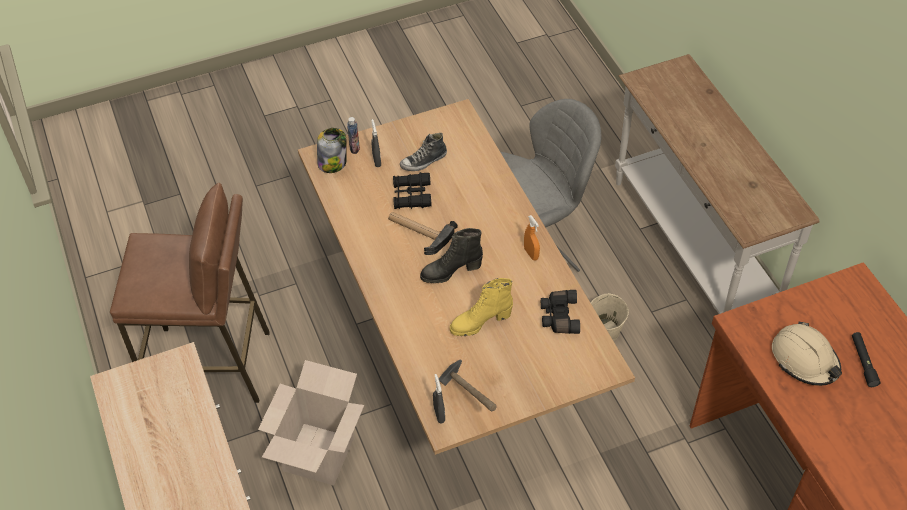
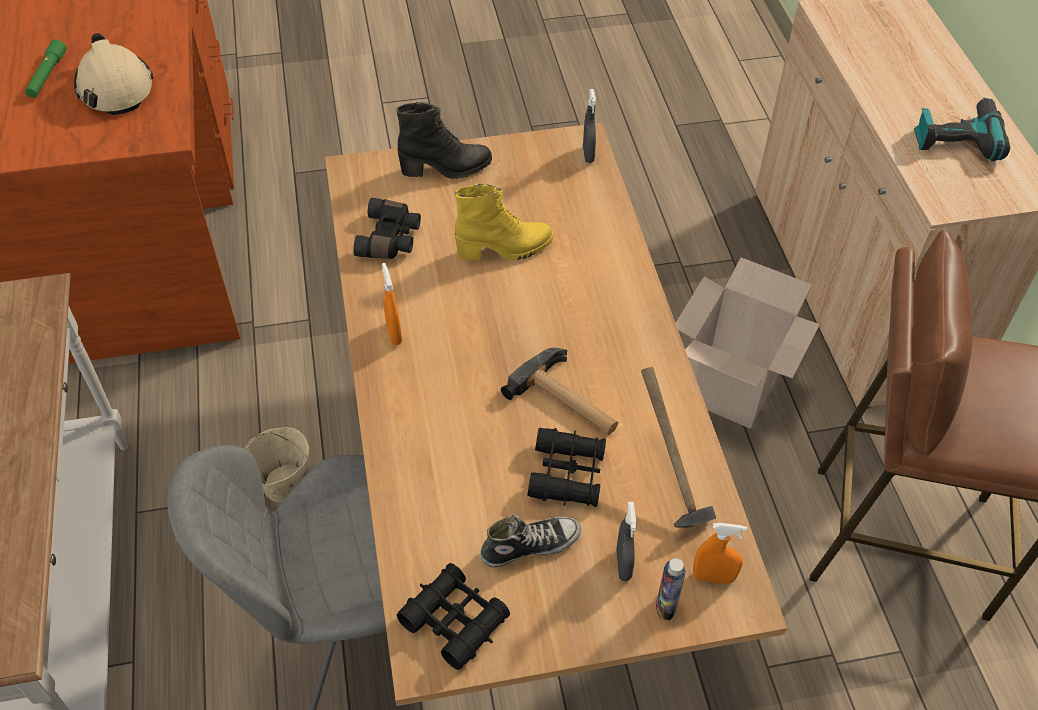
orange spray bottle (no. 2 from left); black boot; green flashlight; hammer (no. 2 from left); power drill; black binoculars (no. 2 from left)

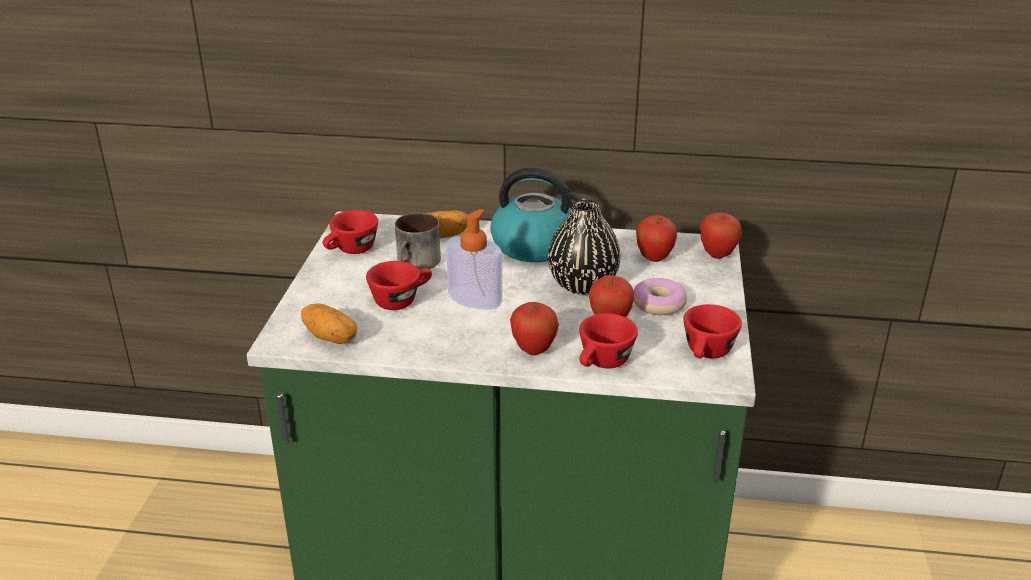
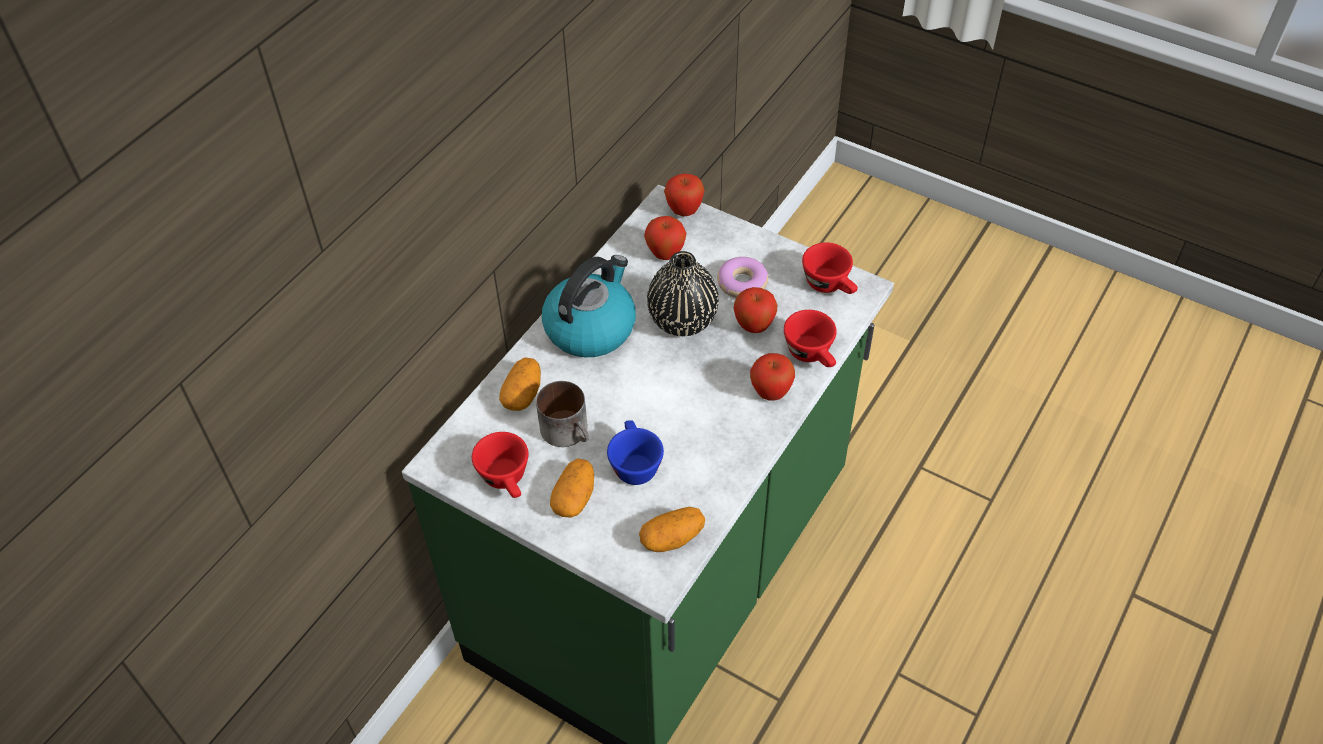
soap dispenser; blue cup; potato (no. 2 from left)

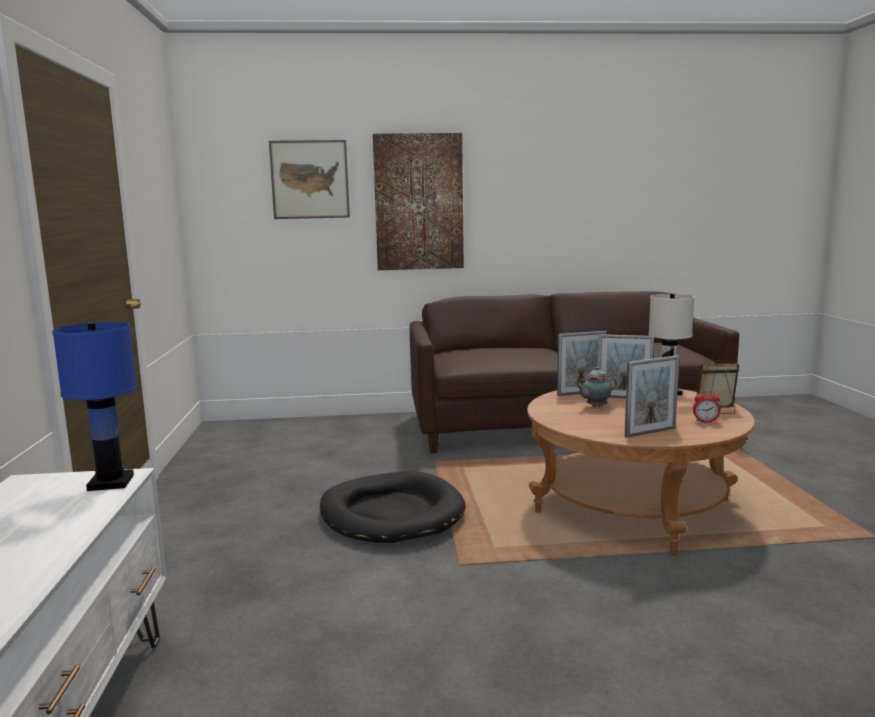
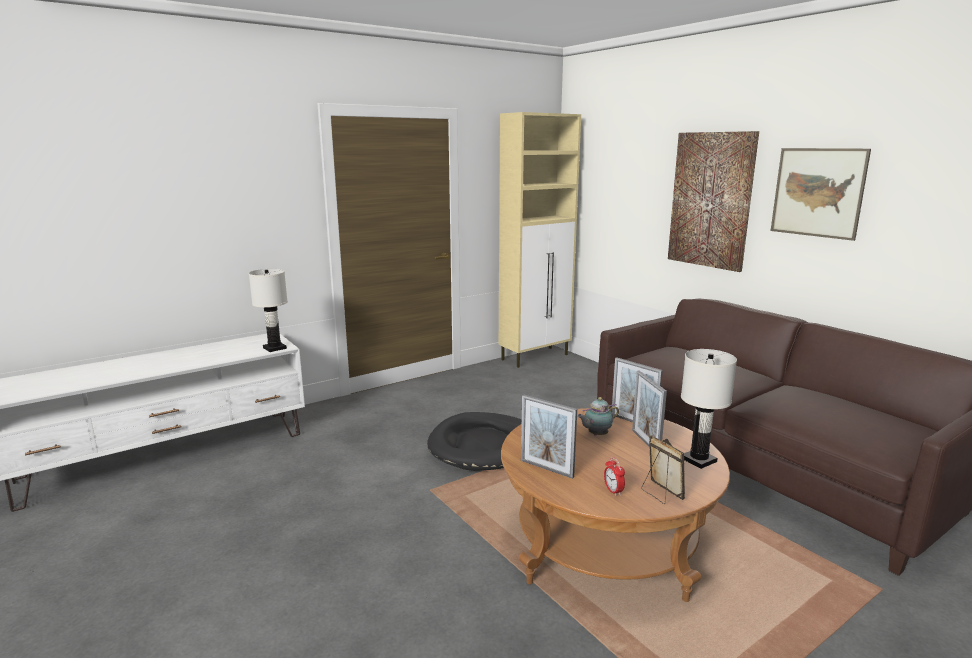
picture (no. 2 from left); white table lamp (no. 1 from left); teapot; beige cabinet

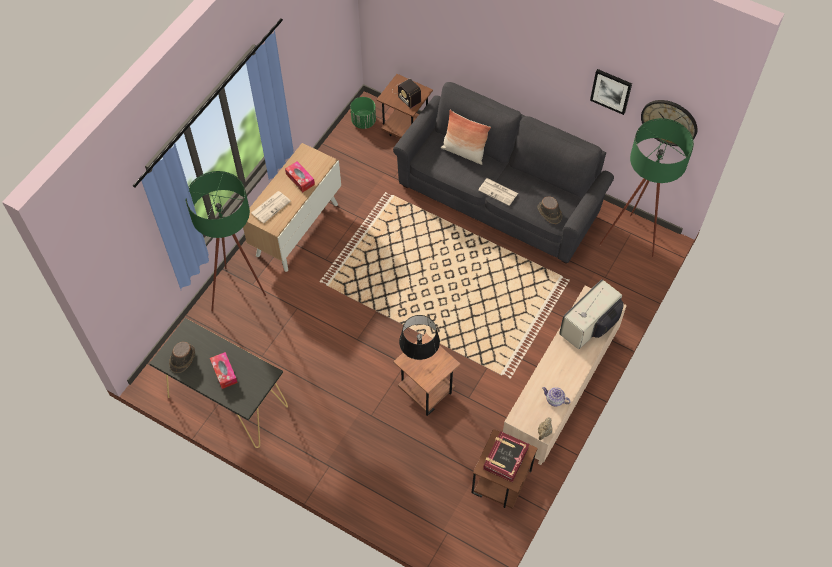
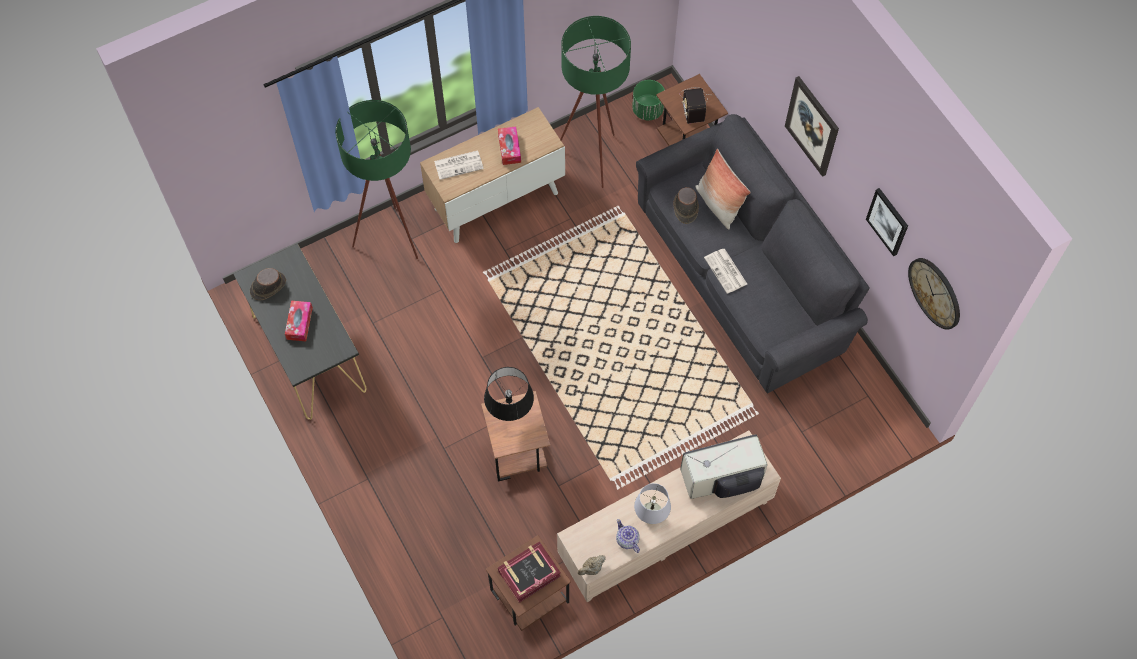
green floor lamp (no. 2 from left); brown hat (no. 2 from left); picture (no. 1 from left); white table lamp

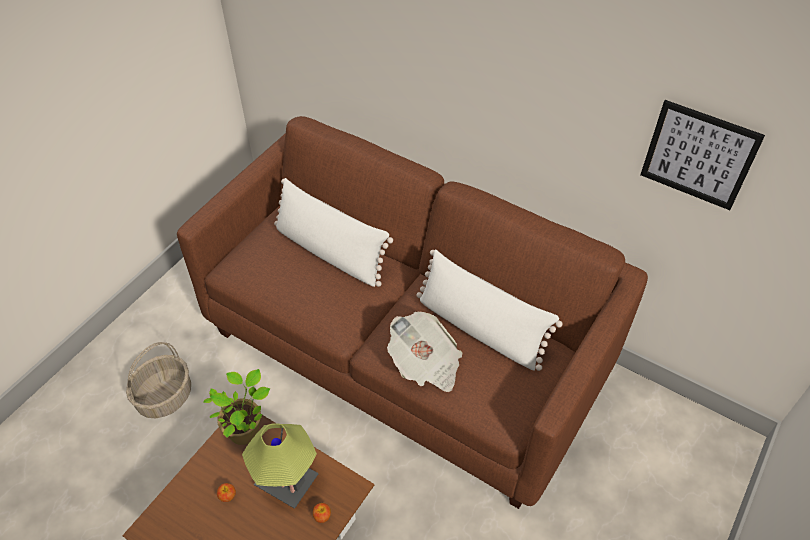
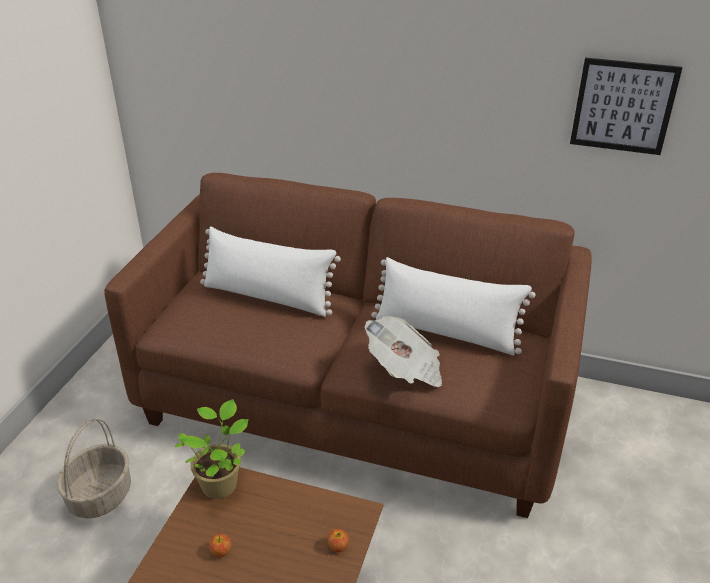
table lamp

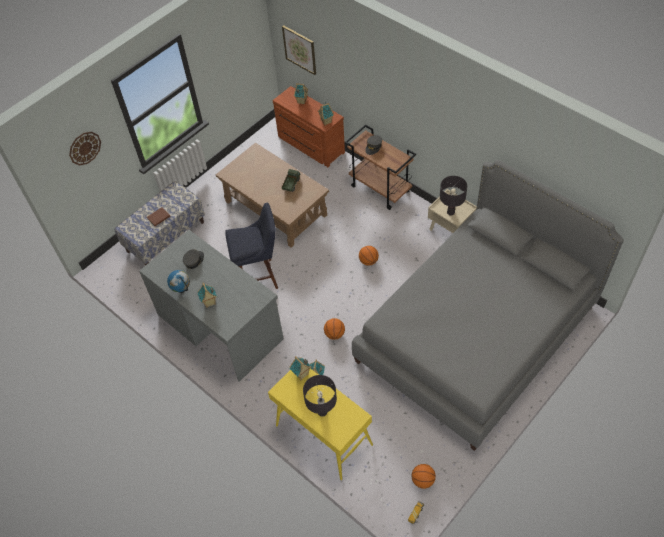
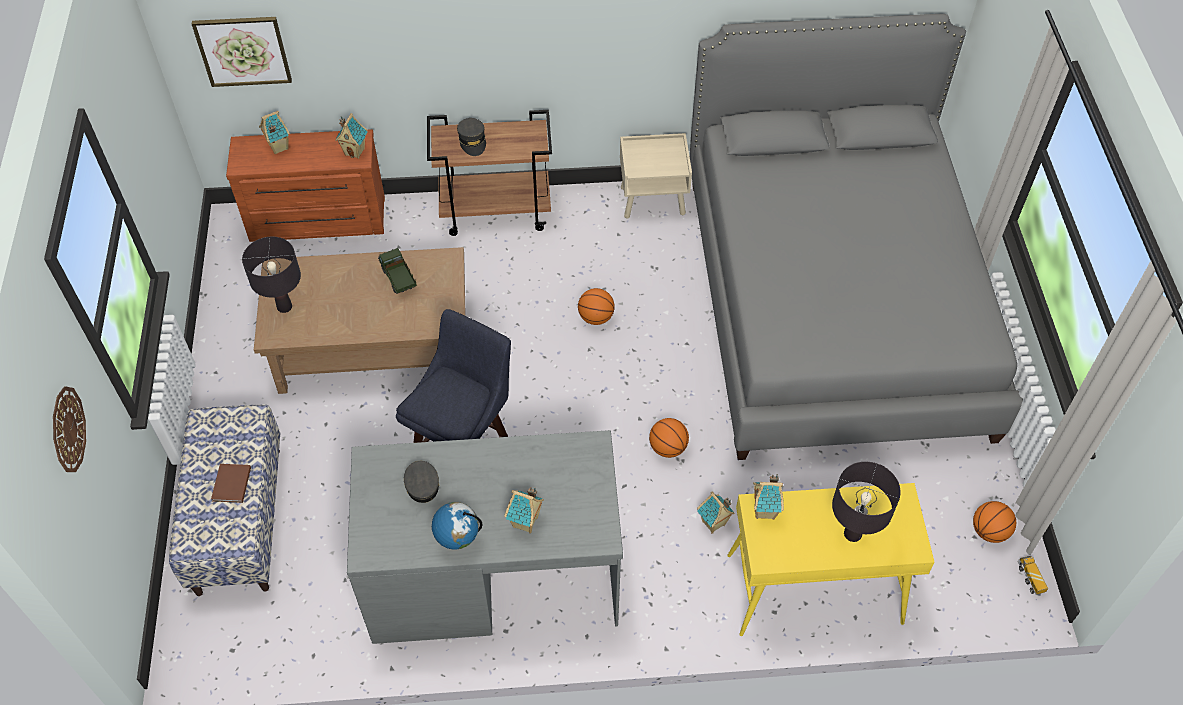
black table lamp (no. 1 from left)

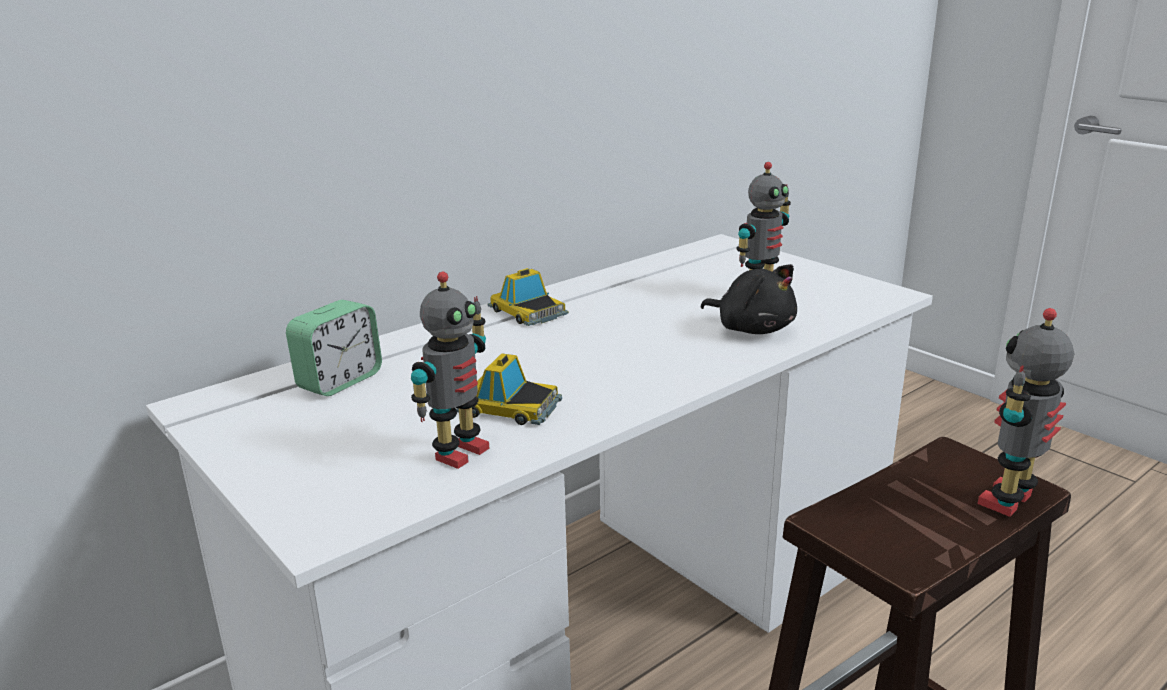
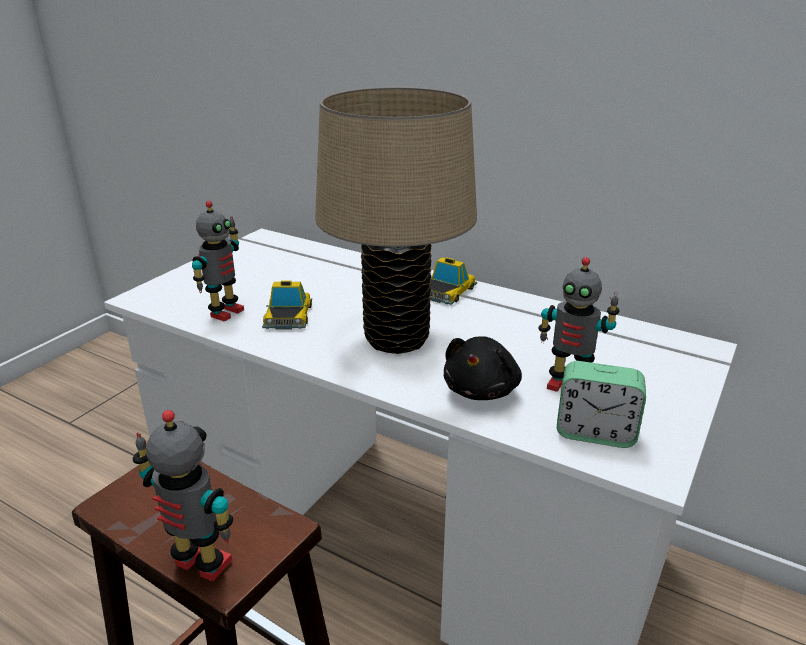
toy robot (no. 2 from left); alarm clock; beige table lamp

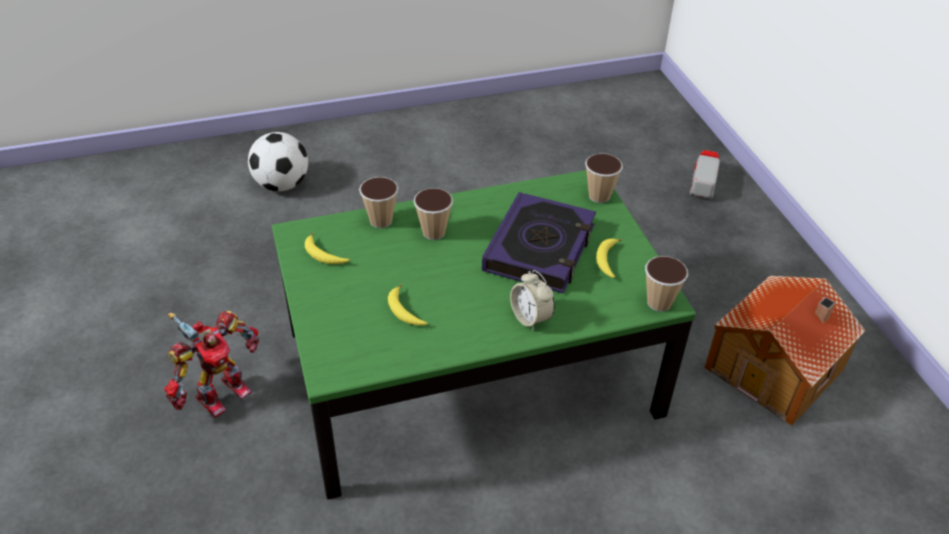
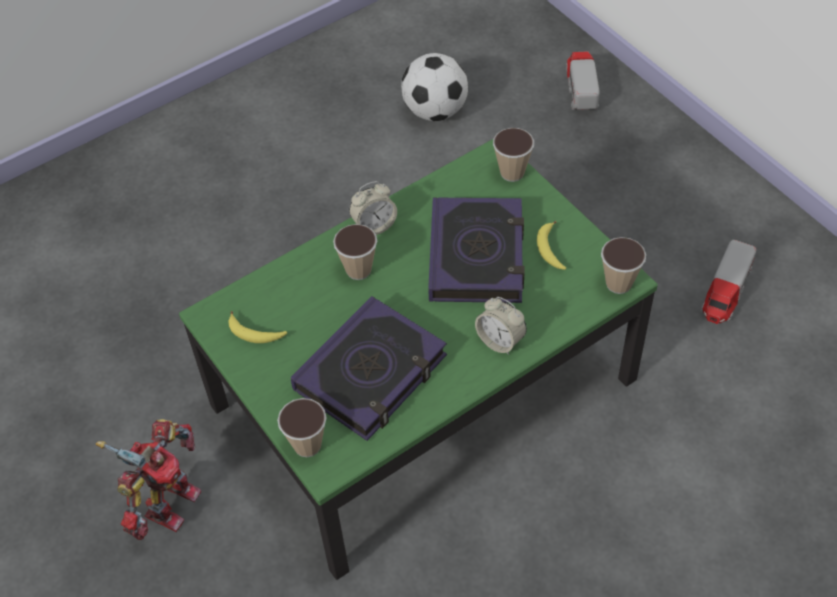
football; cup (no. 1 from left); toy truck (no. 2 from left); book (no. 1 from left); alarm clock (no. 1 from left)

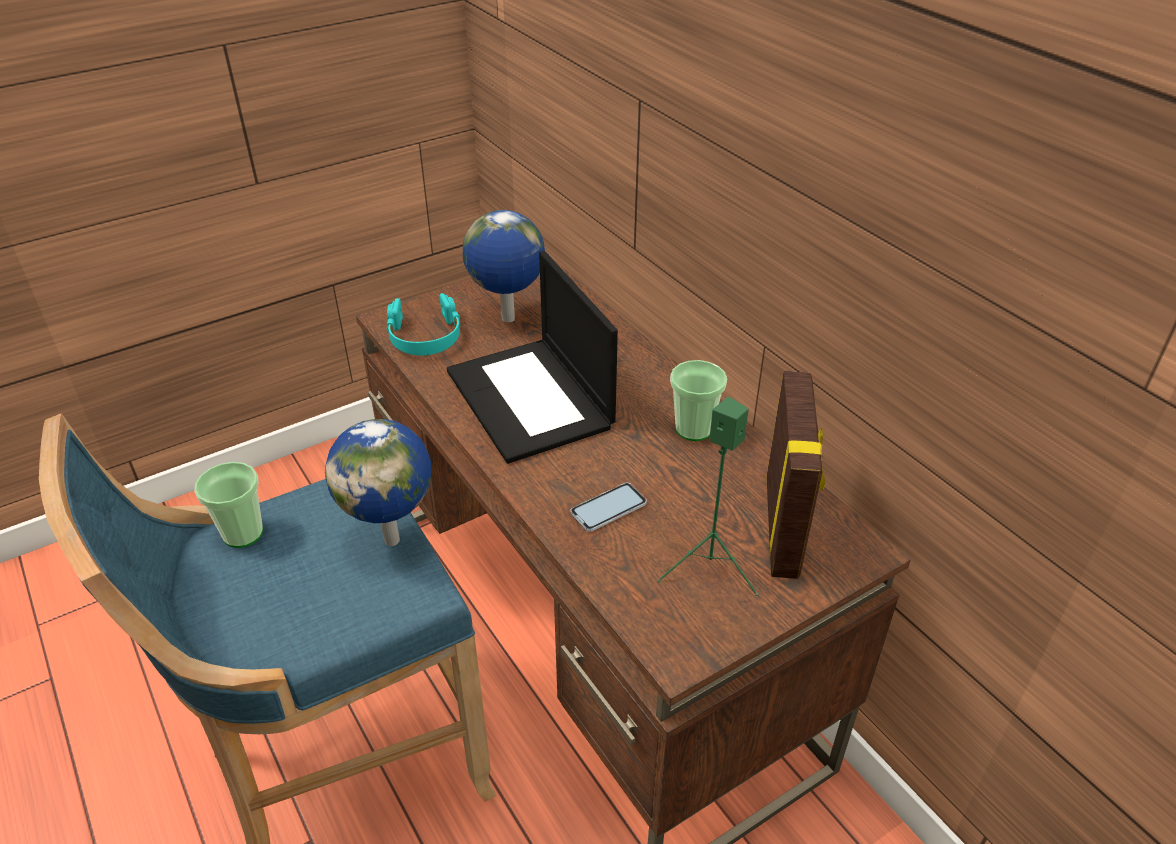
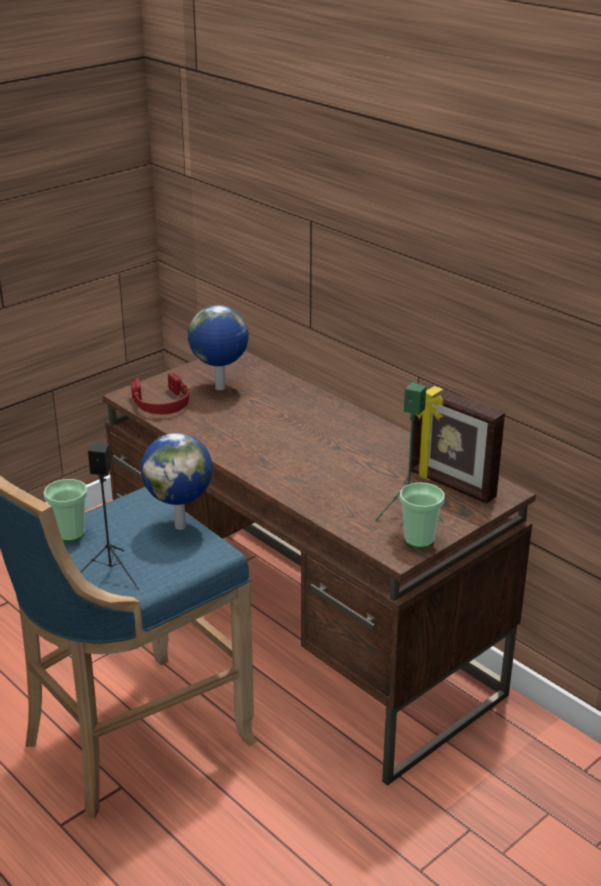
laptop; red headphones; cup (no. 2 from left); picture frame; phone; black speaker

